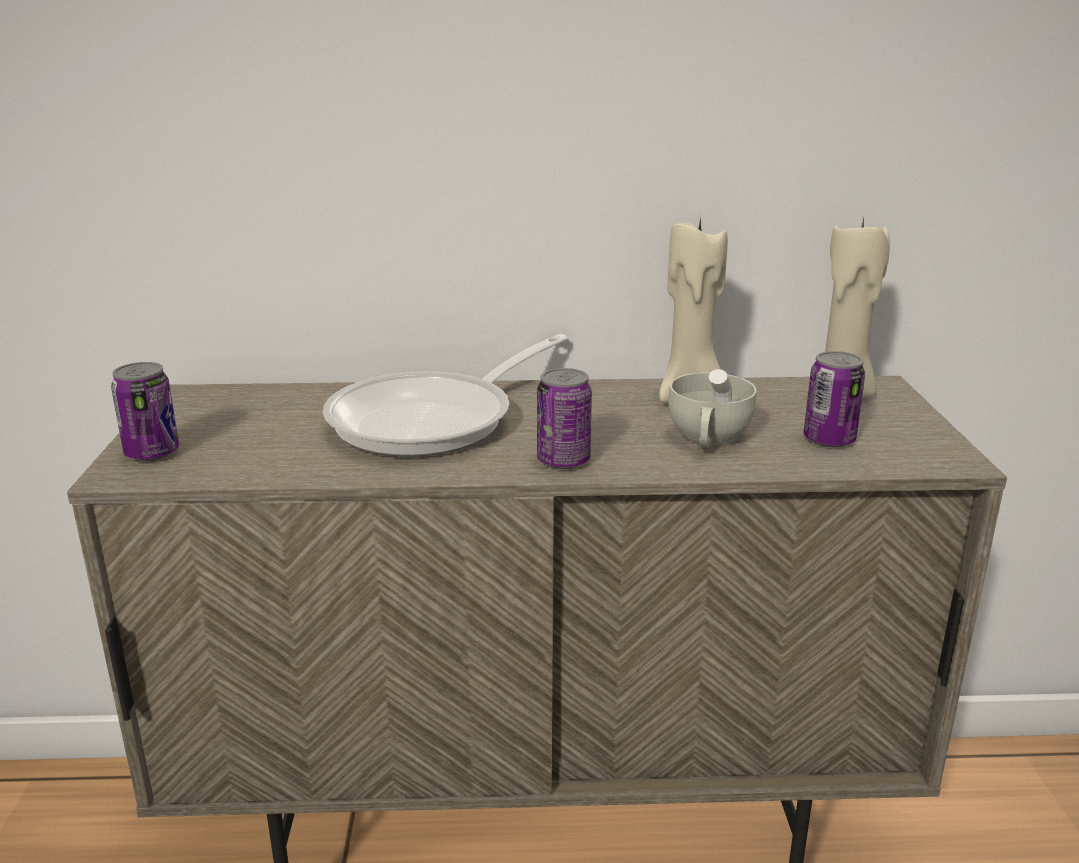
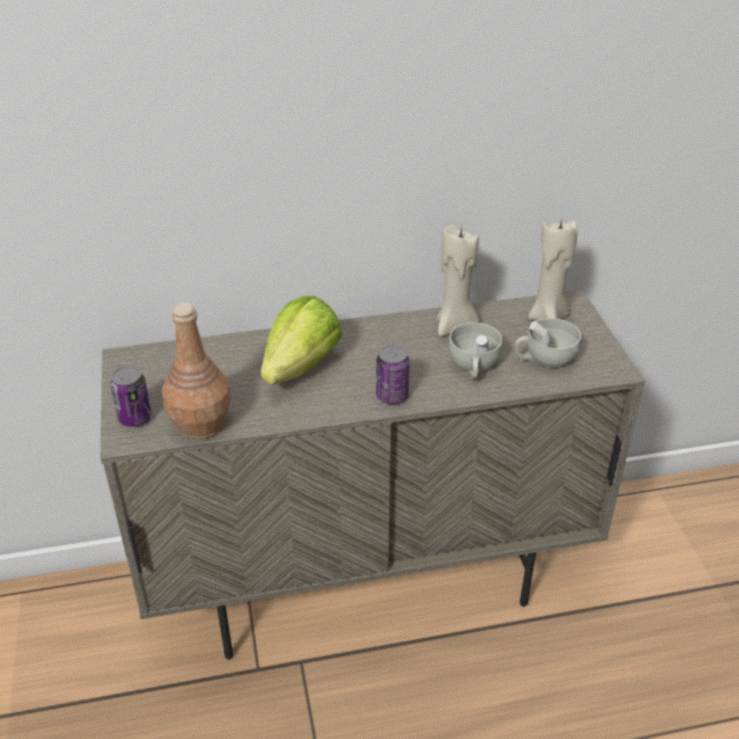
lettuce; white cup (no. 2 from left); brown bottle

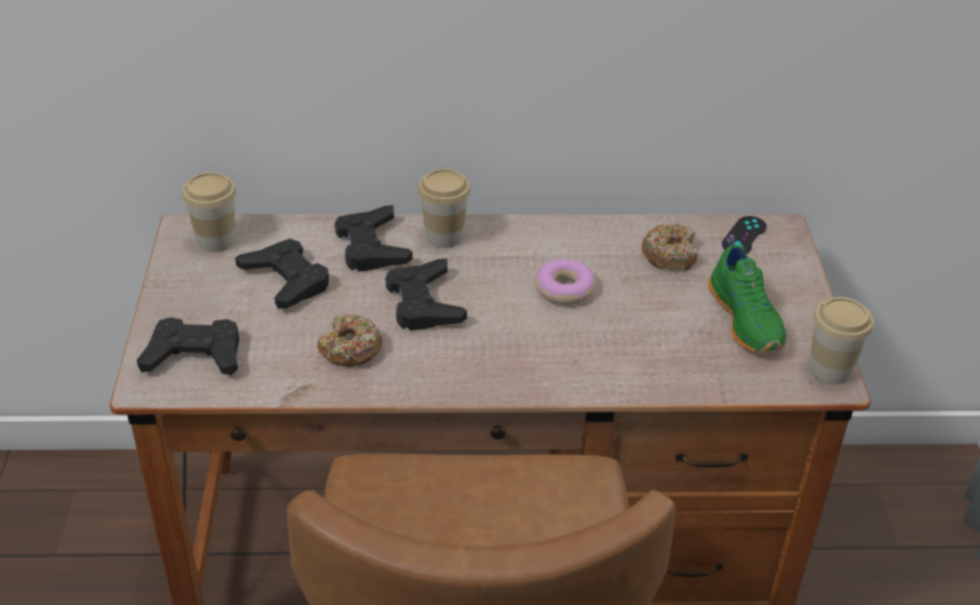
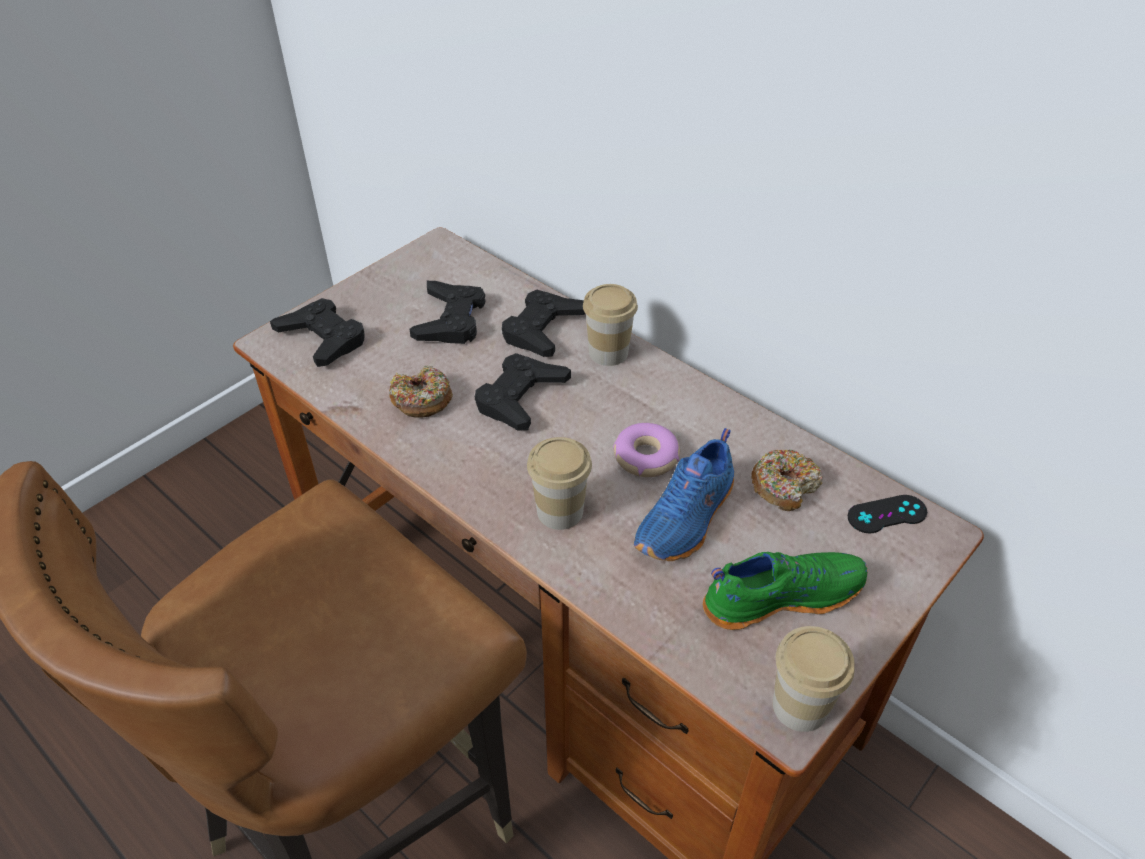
cup (no. 1 from left); green shoe; blue shoe

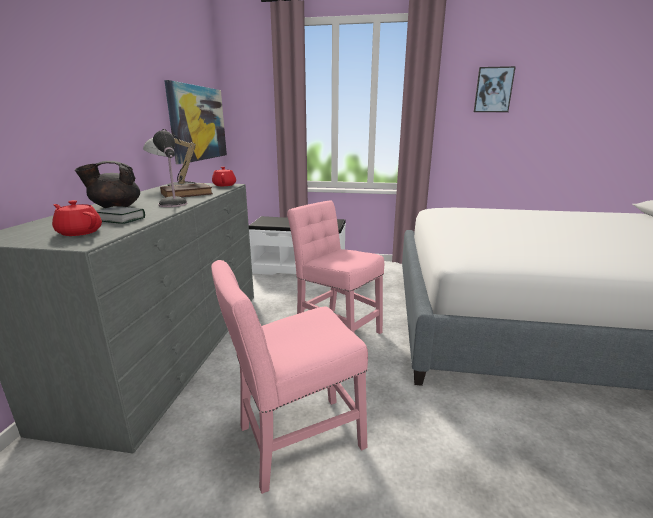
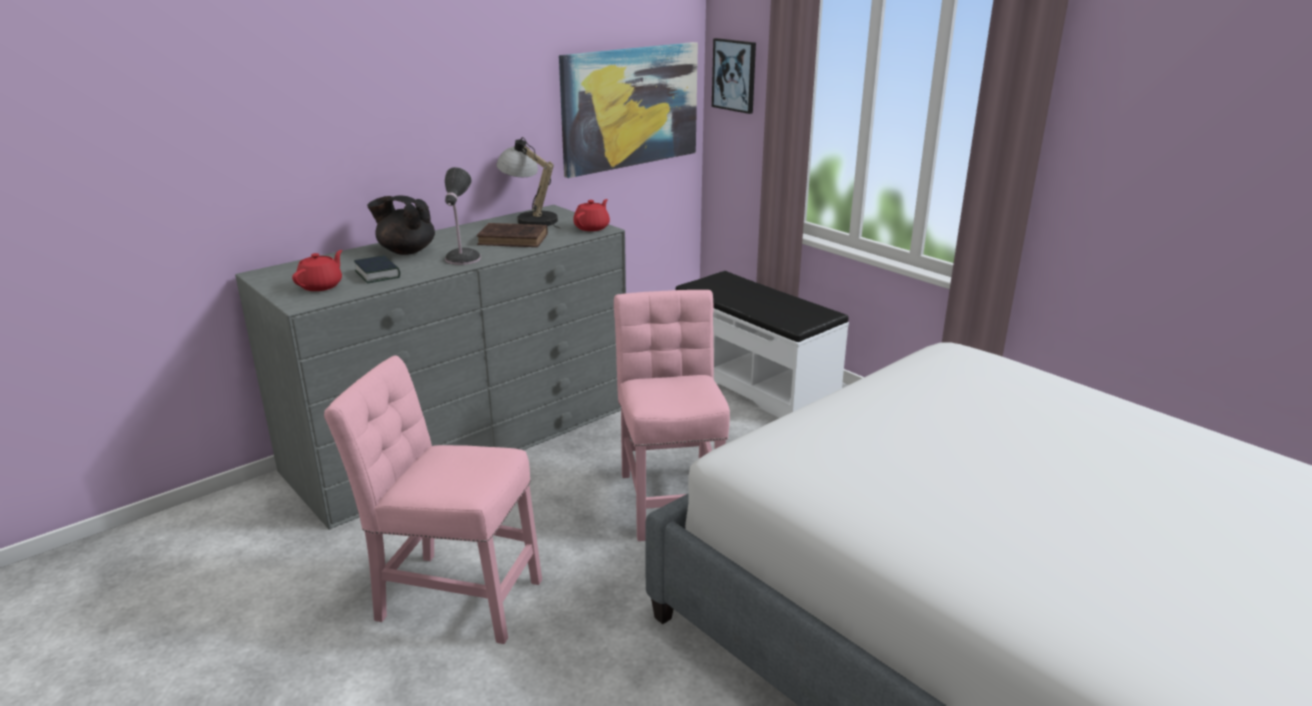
picture (no. 2 from left); red teapot (no. 1 from left)

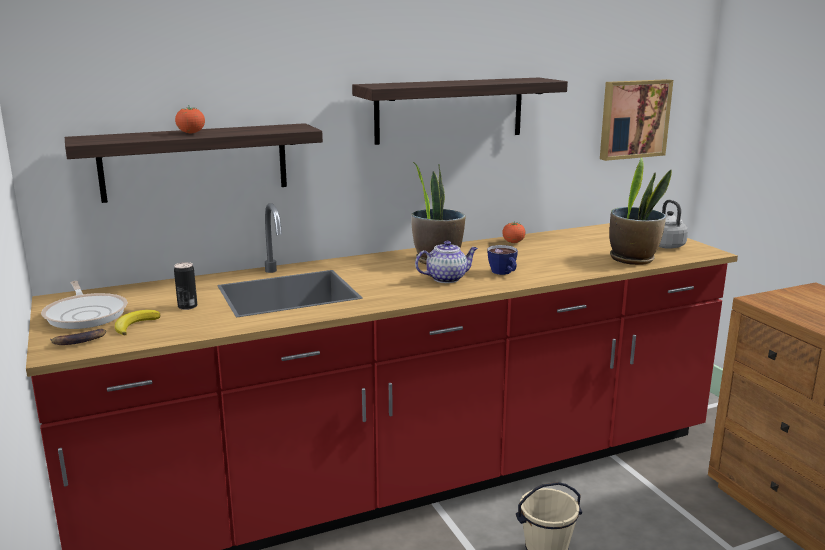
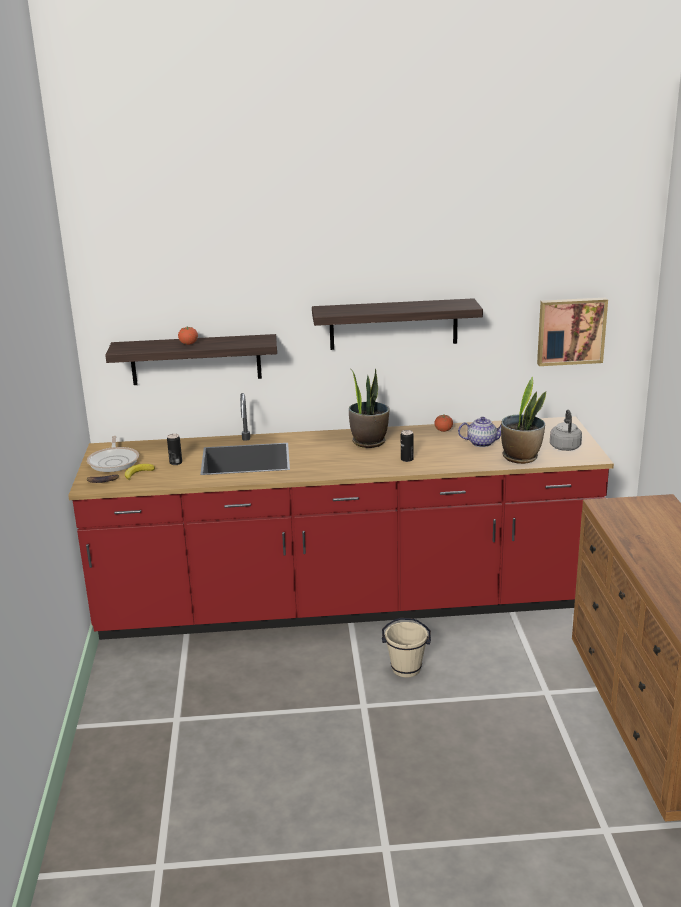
teapot; can (no. 2 from left)

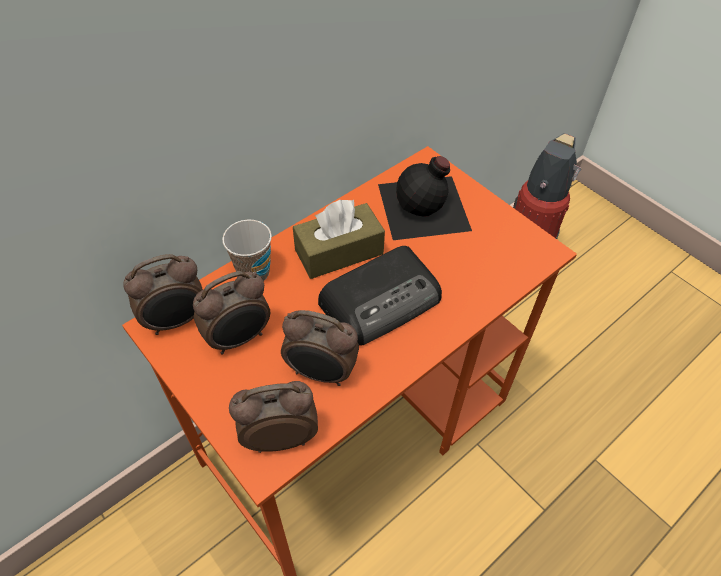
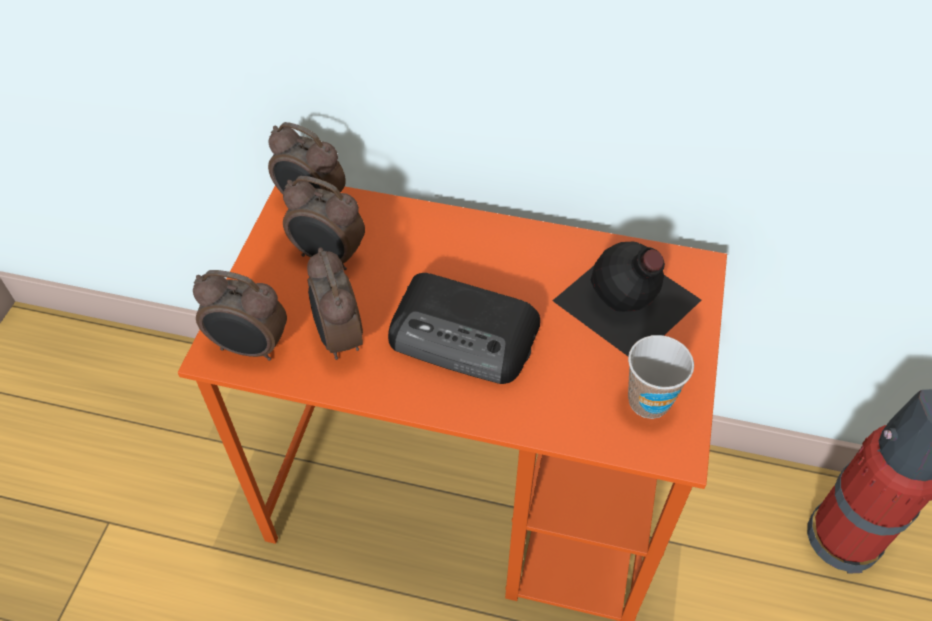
brown tissue box; cup; alarm clock (no. 1 from left)

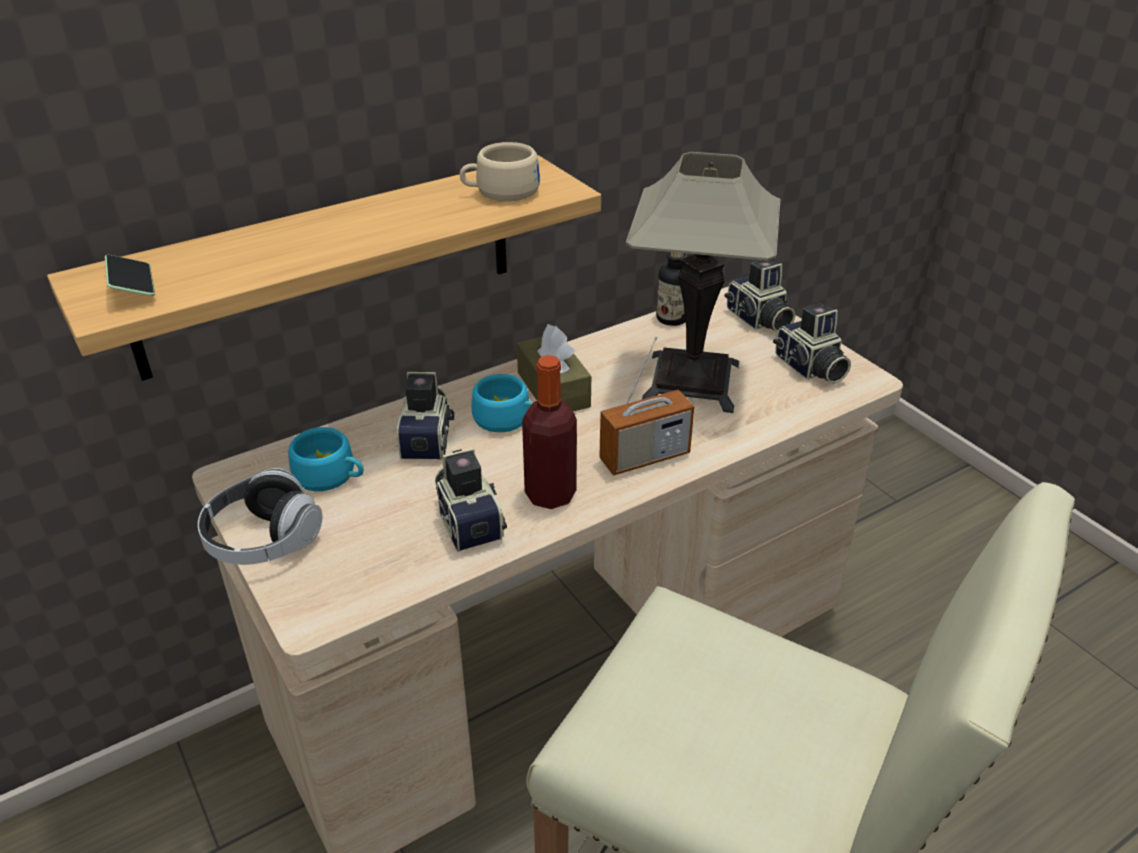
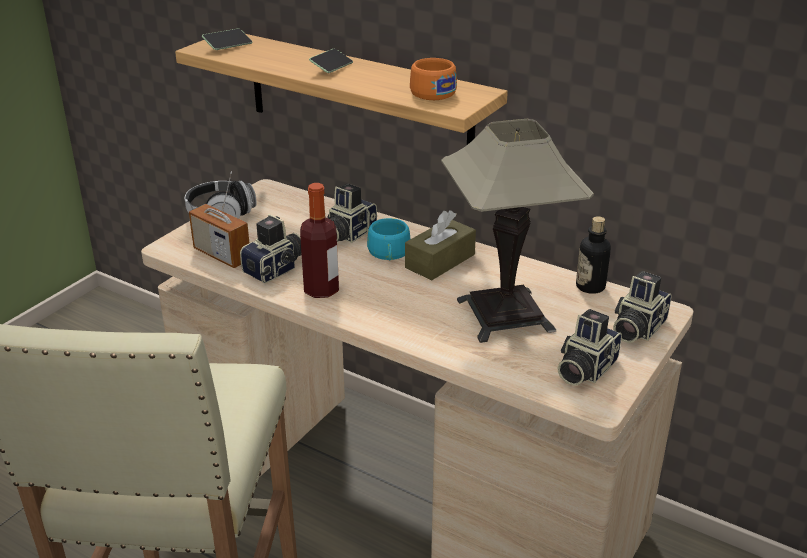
orange cup; radio; photo camera (no. 2 from left); turquoise cup (no. 1 from left in the first image); phone (no. 2 from left)

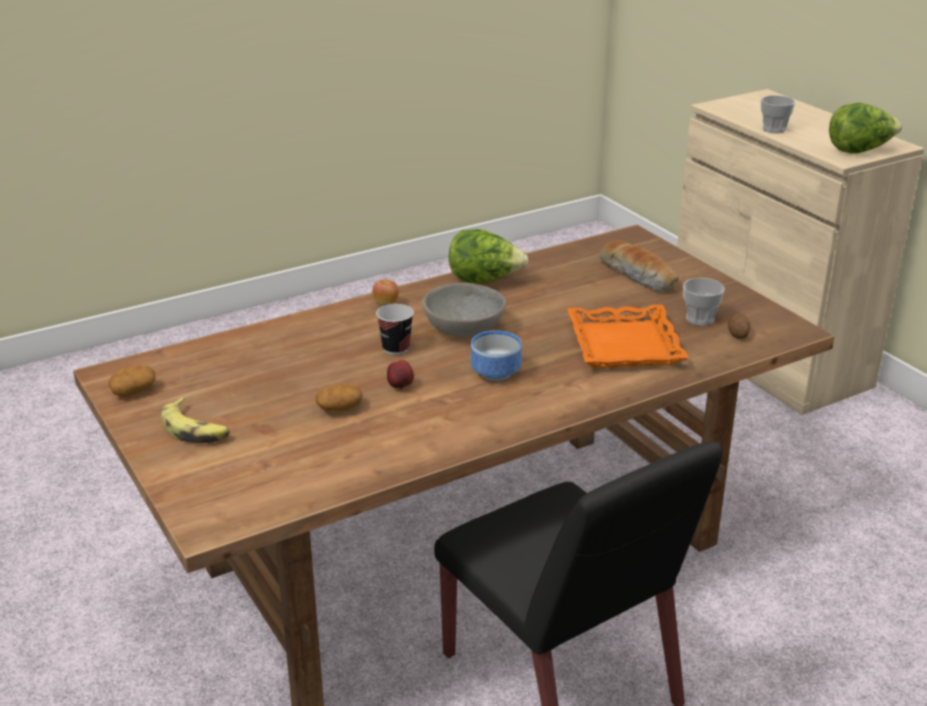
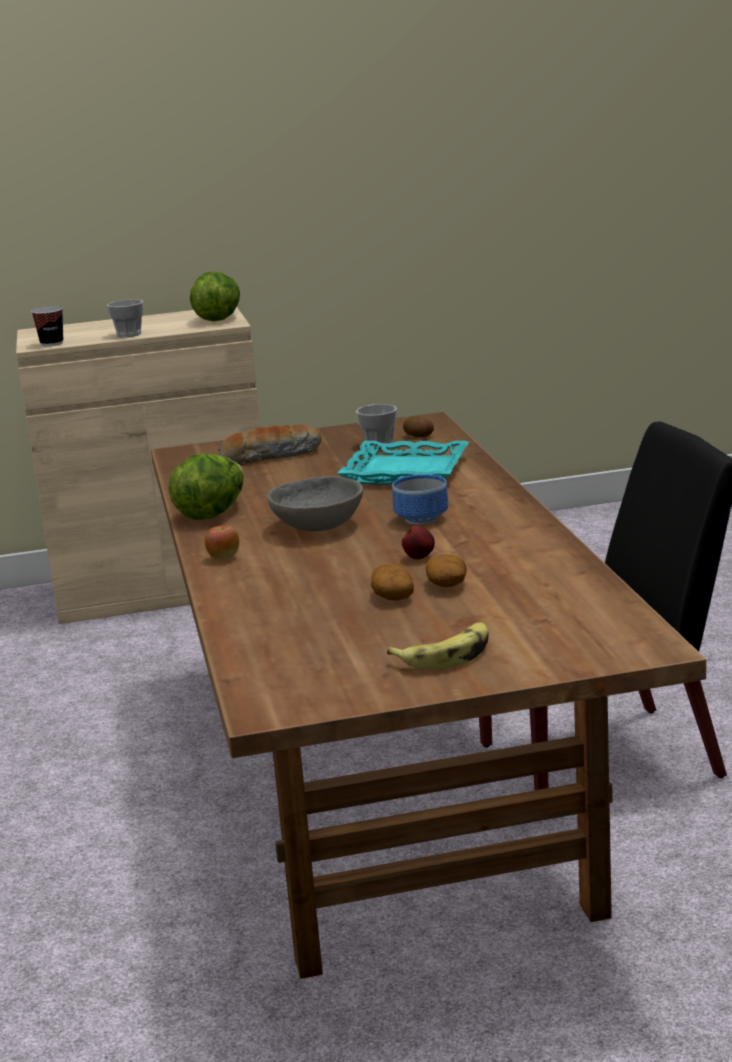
cup (no. 1 from left); turquoise tray; potato (no. 1 from left)

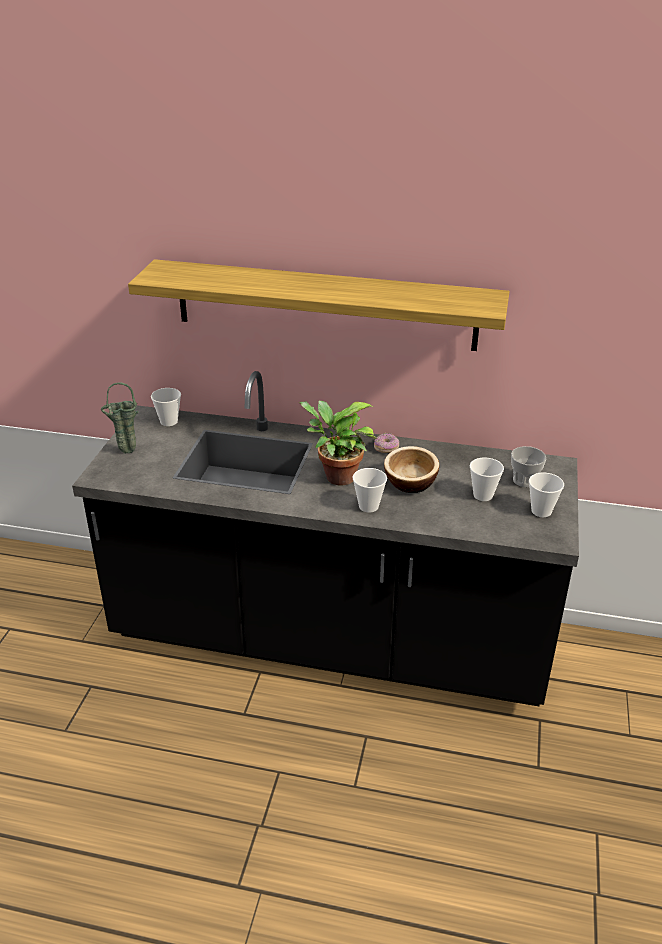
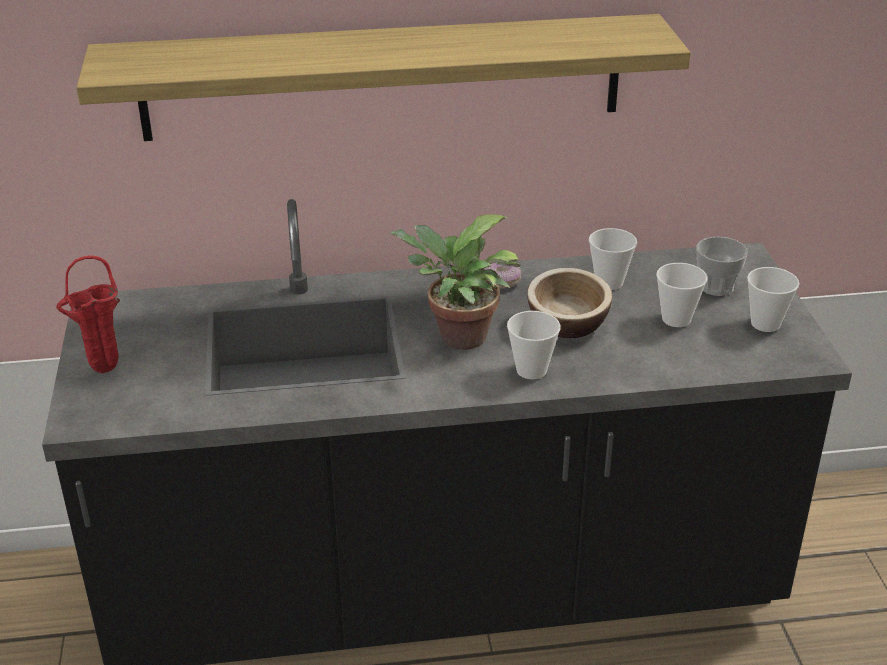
red vase; cup (no. 2 from left)

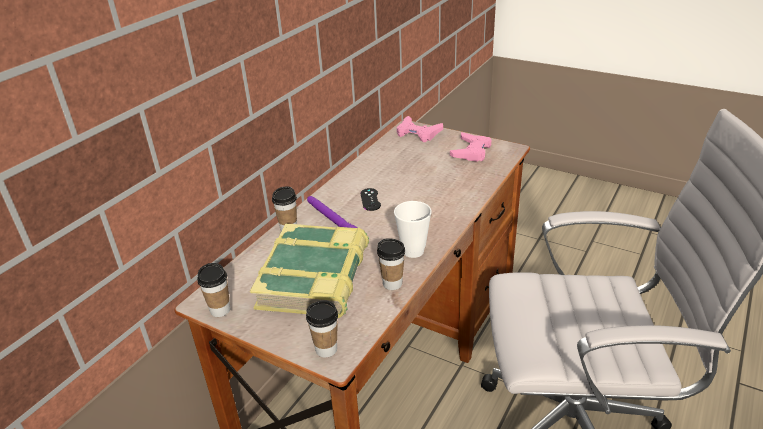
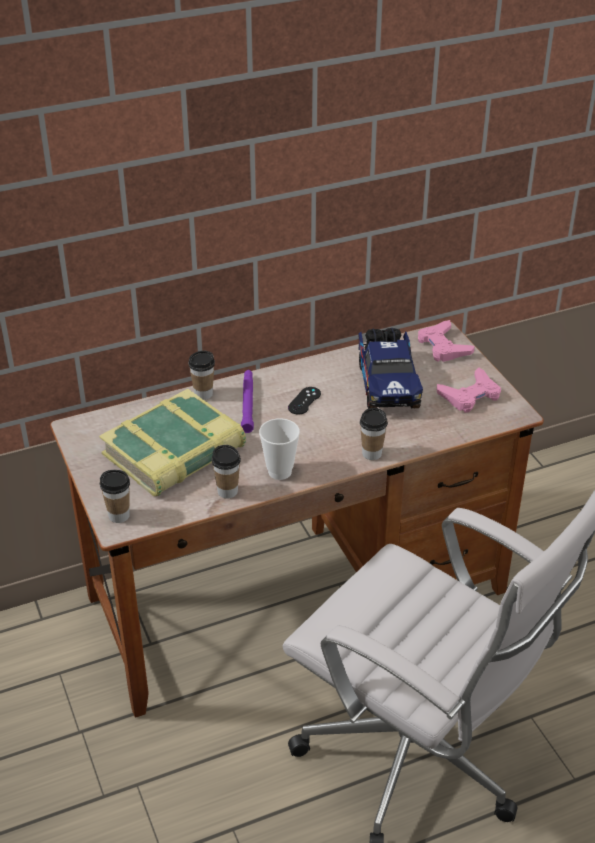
cup (no. 5 from left); toy truck

